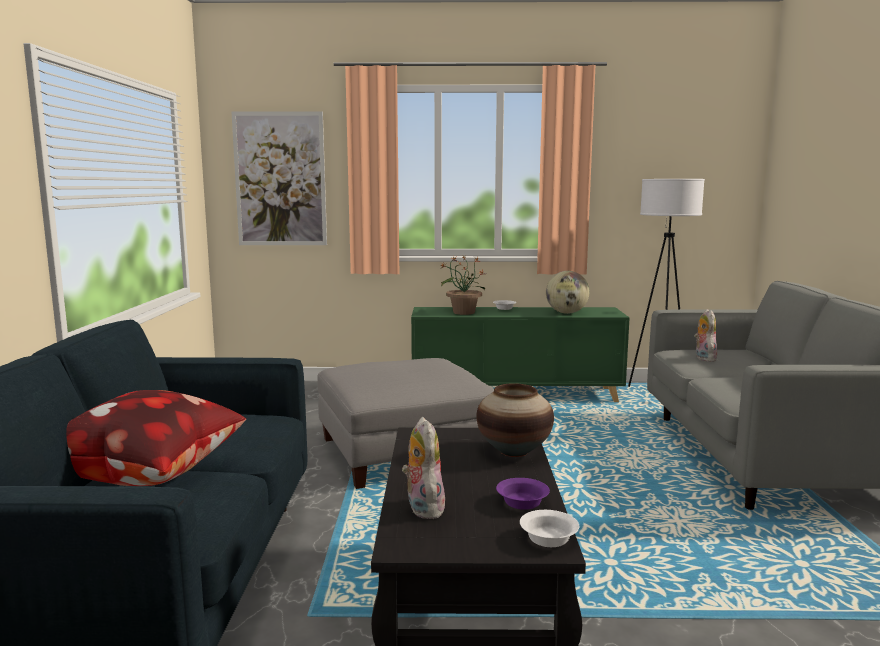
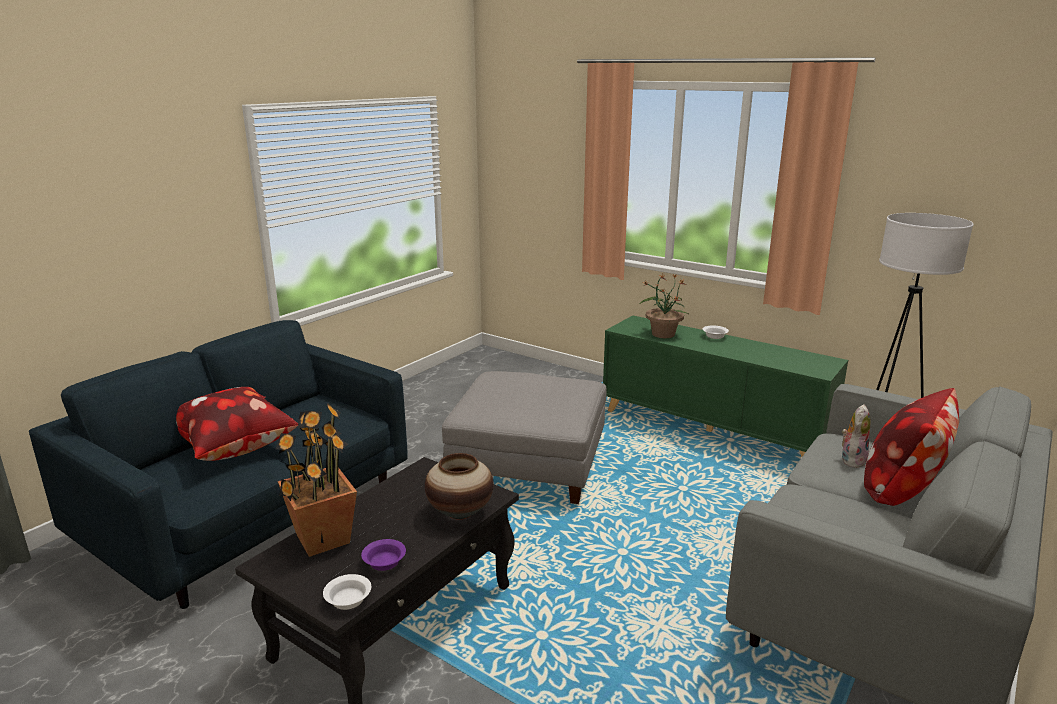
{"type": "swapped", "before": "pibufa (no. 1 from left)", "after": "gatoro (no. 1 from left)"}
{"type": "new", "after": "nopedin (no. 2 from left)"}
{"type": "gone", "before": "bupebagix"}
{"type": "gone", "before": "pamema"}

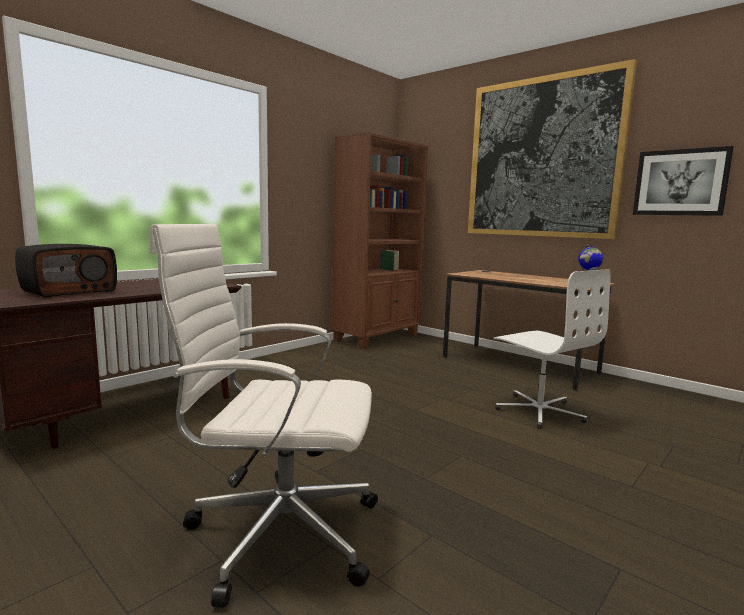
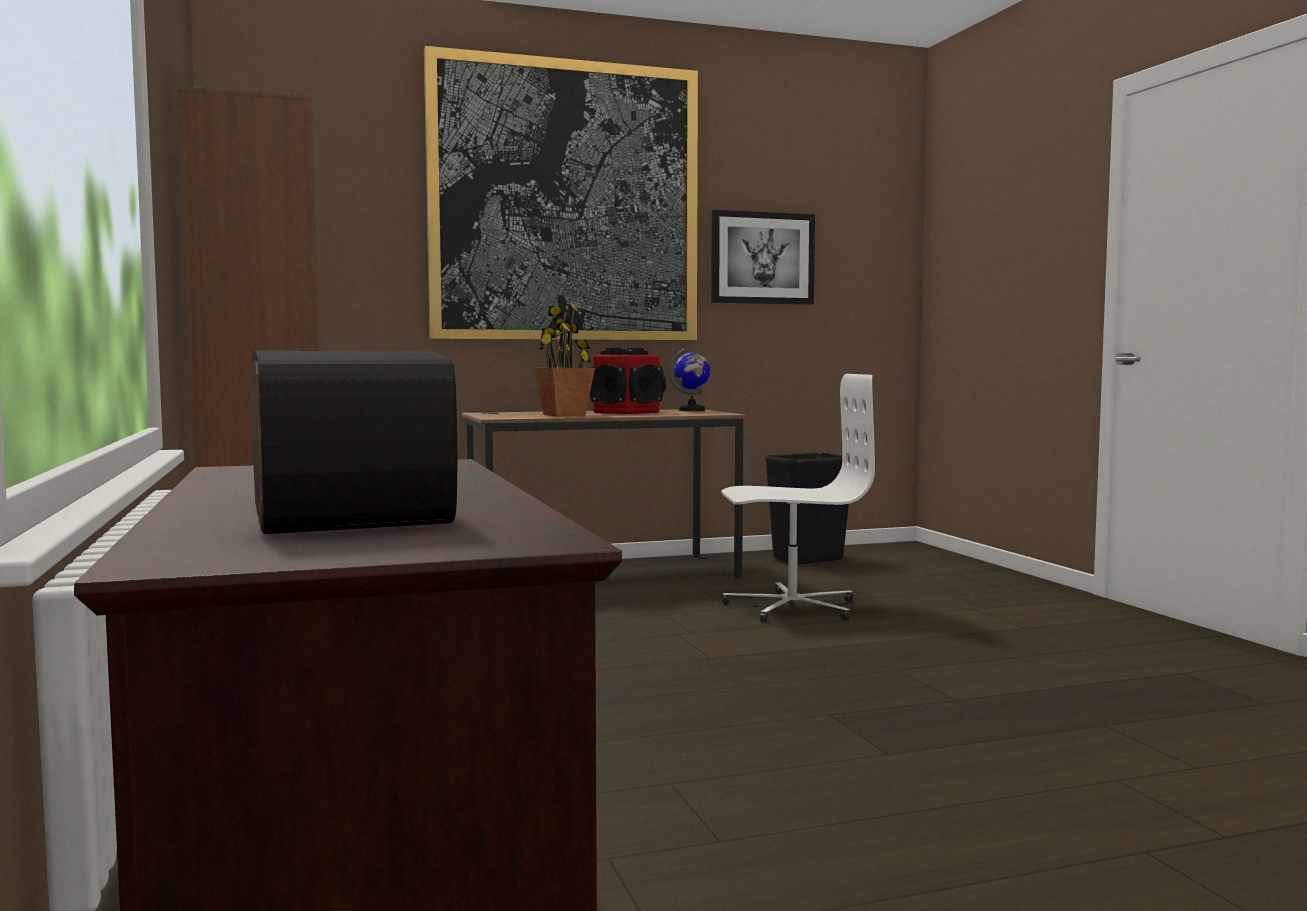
{"type": "new", "after": "gatoro"}
{"type": "new", "after": "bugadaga"}
{"type": "new", "after": "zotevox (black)"}
{"type": "gone", "before": "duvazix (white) (no. 1 from left)"}

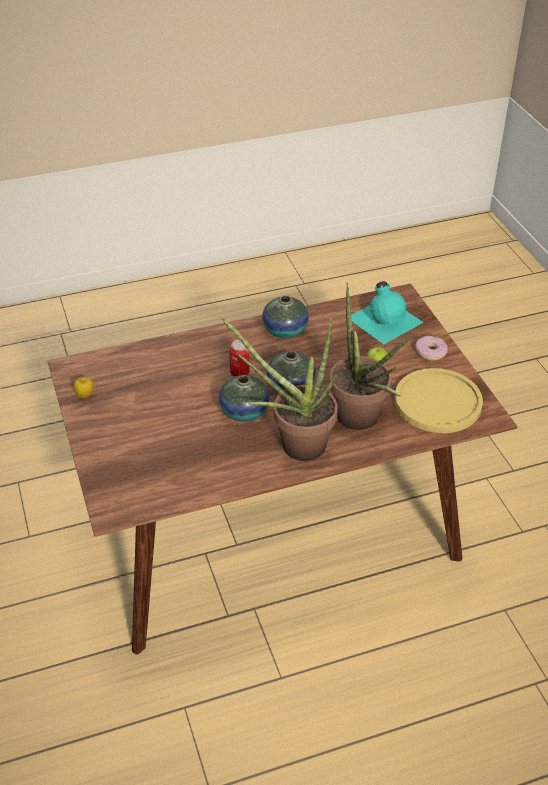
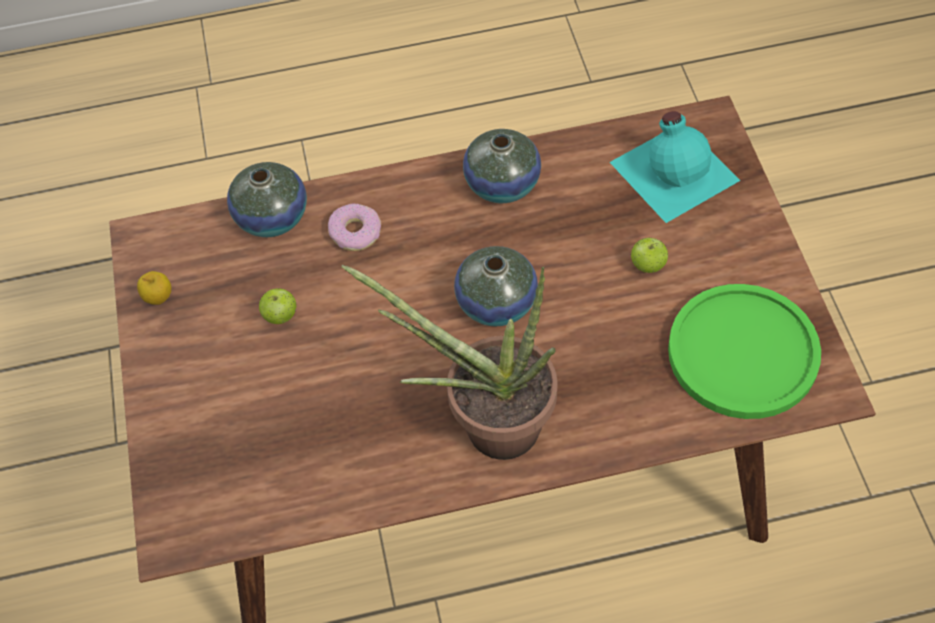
{"type": "shifted", "before": "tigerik (no. 1 from left)"}
{"type": "new", "after": "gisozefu (no. 2 from left)"}
{"type": "shifted", "before": "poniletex"}
{"type": "repainted", "before": "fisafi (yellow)", "after": "fisafi (green)"}
{"type": "gone", "before": "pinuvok"}
{"type": "gone", "before": "gatoro (no. 2 from left)"}

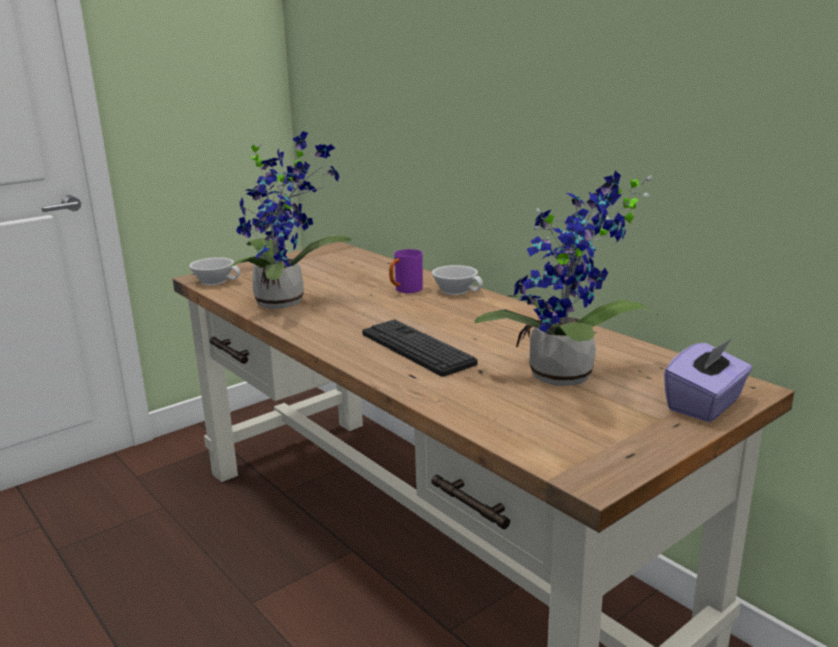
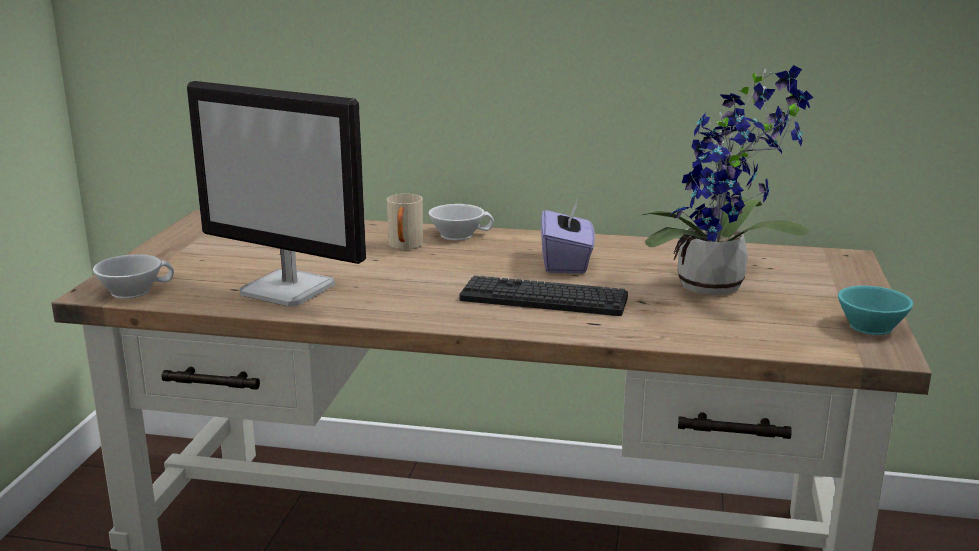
{"type": "swapped", "before": "gatoro (no. 1 from left)", "after": "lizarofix"}
{"type": "repainted", "before": "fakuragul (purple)", "after": "fakuragul (beige)"}
{"type": "shifted", "before": "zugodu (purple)"}
{"type": "new", "after": "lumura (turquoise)"}

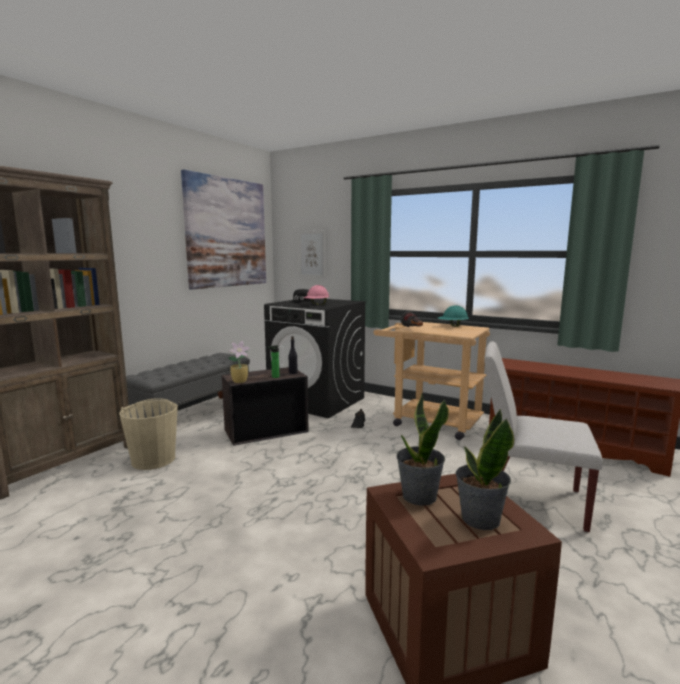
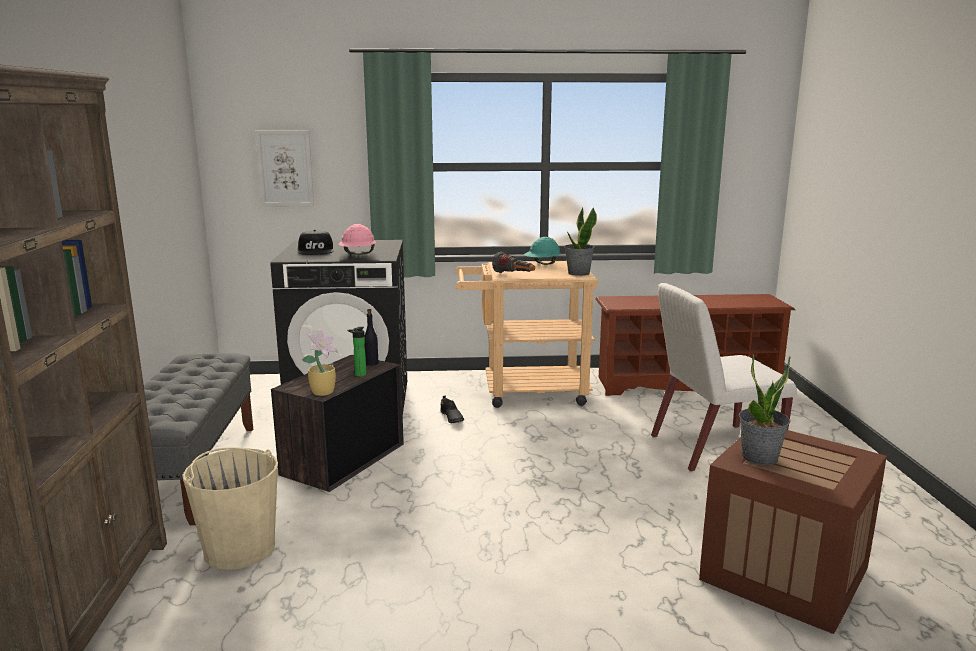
{"type": "shifted", "before": "gatoro (no. 3 from left in the first image)", "after": "gatoro (no. 2 from left)"}
{"type": "gone", "before": "bupebagix (no. 1 from left)"}

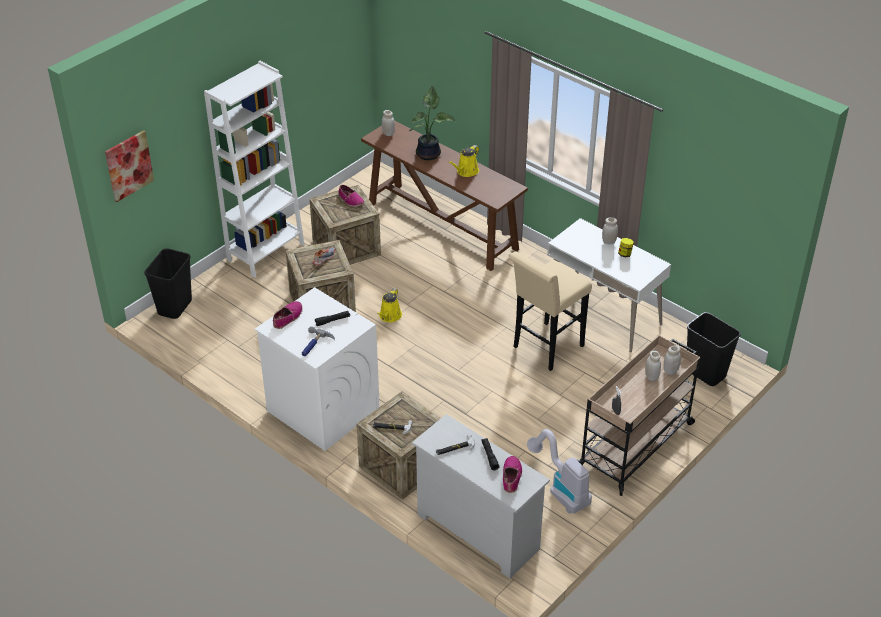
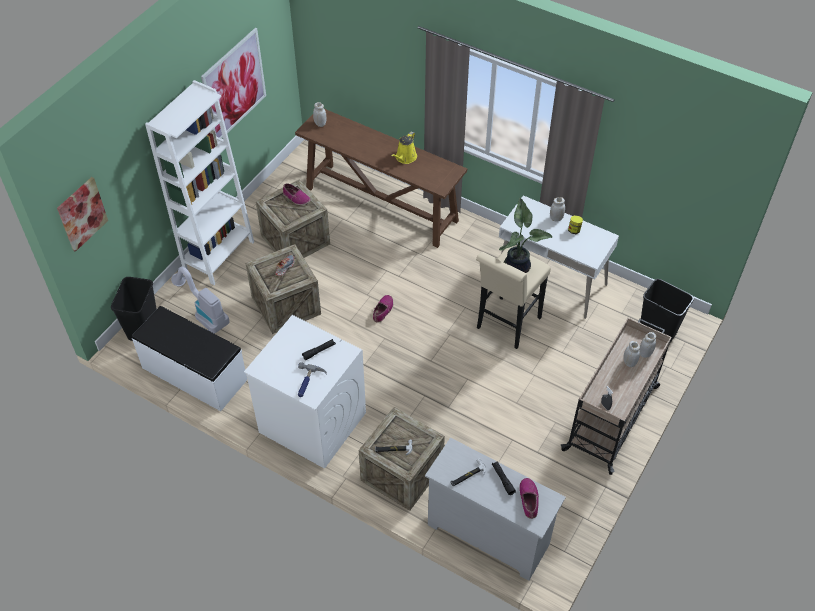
{"type": "new", "after": "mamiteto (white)"}
{"type": "shifted", "before": "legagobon"}
{"type": "new", "after": "bupebagix (no. 2 from left)"}
{"type": "shifted", "before": "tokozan (no. 1 from left in the first image)", "after": "tokozan (no. 3 from left)"}
{"type": "shifted", "before": "gatoro"}
{"type": "gone", "before": "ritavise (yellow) (no. 1 from left)"}

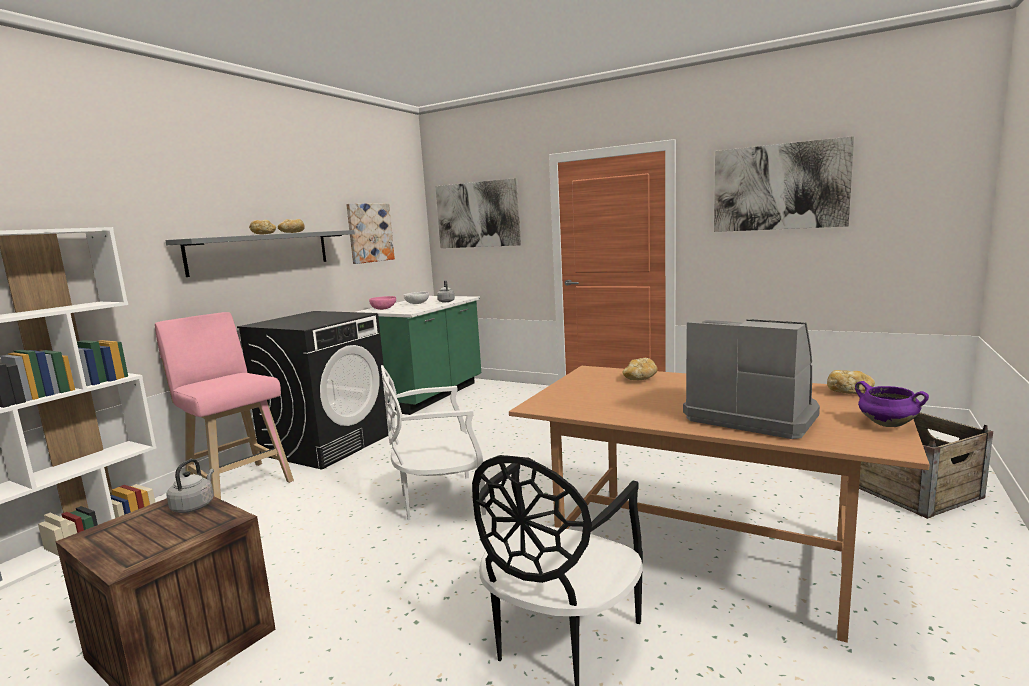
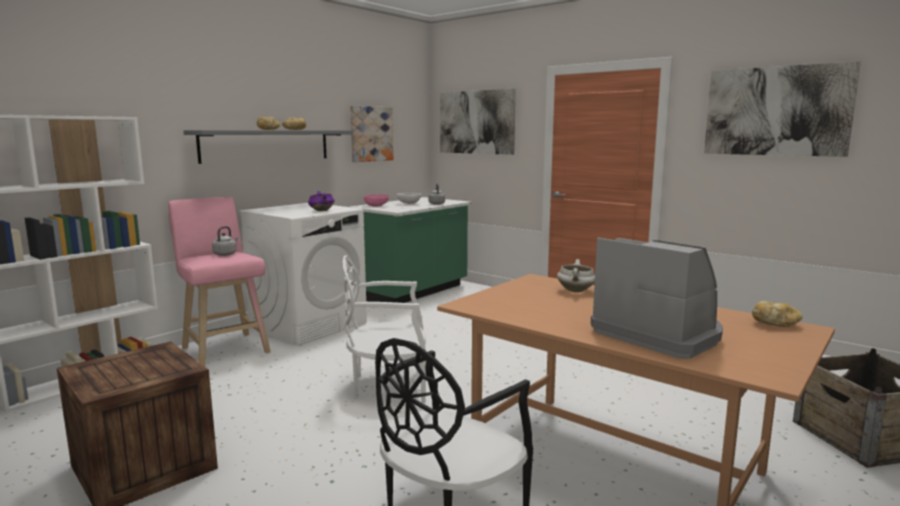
{"type": "shifted", "before": "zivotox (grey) (no. 1 from left)"}
{"type": "repainted", "before": "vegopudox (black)", "after": "vegopudox (white)"}
{"type": "shifted", "before": "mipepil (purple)"}
{"type": "swapped", "before": "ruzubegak (no. 3 from left)", "after": "mipepil (white)"}

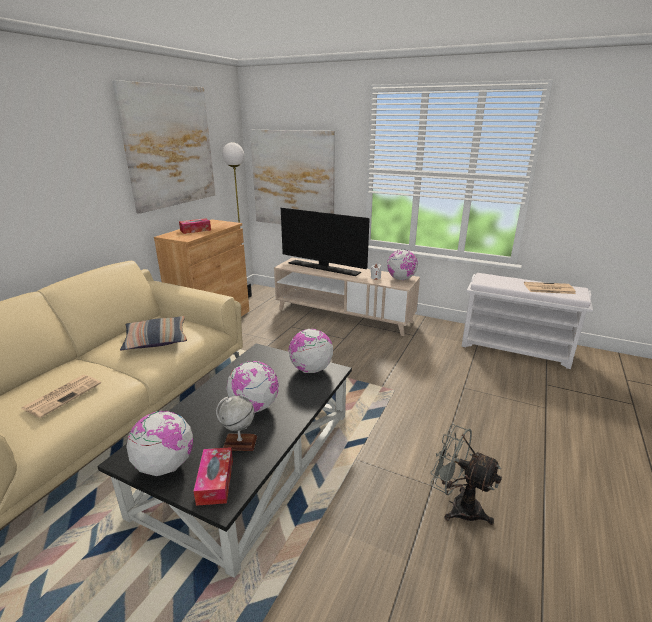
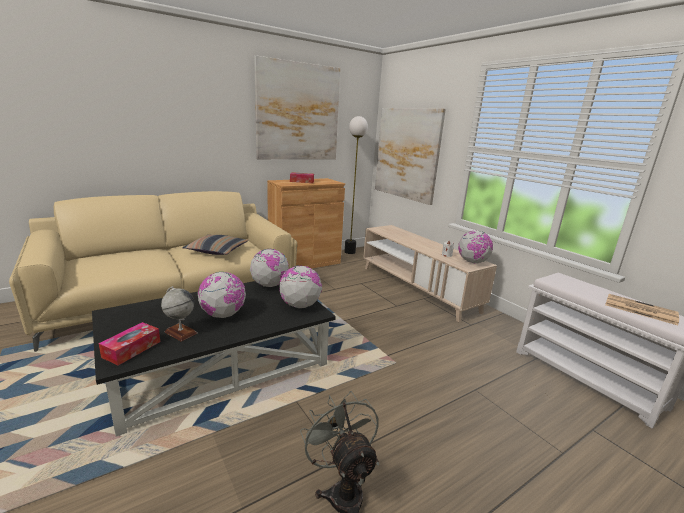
{"type": "shifted", "before": "pamema (no. 1 from left in the first image)", "after": "pamema (no. 3 from left)"}
{"type": "gone", "before": "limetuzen (no. 1 from left)"}
{"type": "gone", "before": "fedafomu"}

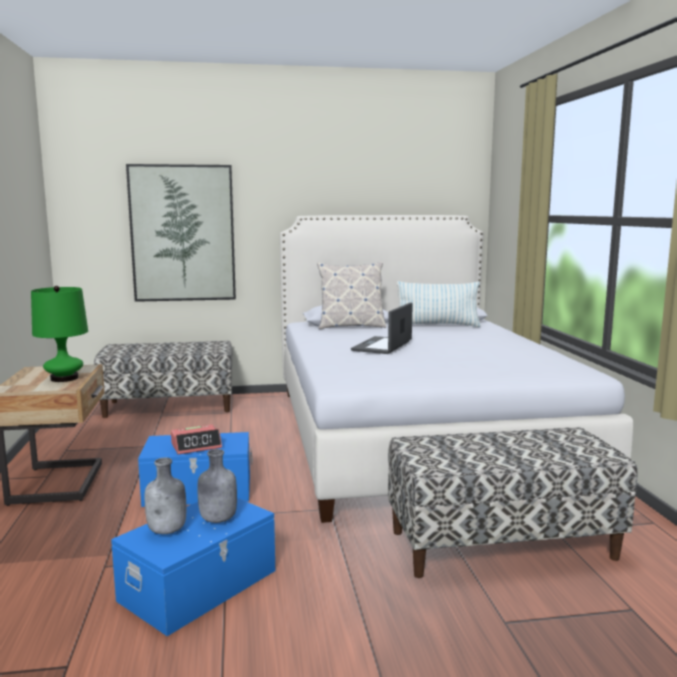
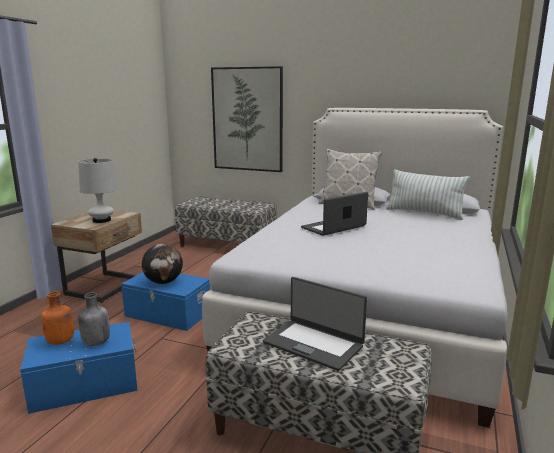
{"type": "repainted", "before": "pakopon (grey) (no. 1 from left)", "after": "pakopon (orange)"}
{"type": "repainted", "before": "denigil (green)", "after": "denigil (white)"}
{"type": "swapped", "before": "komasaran", "after": "pamema"}
{"type": "new", "after": "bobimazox (no. 1 from left)"}

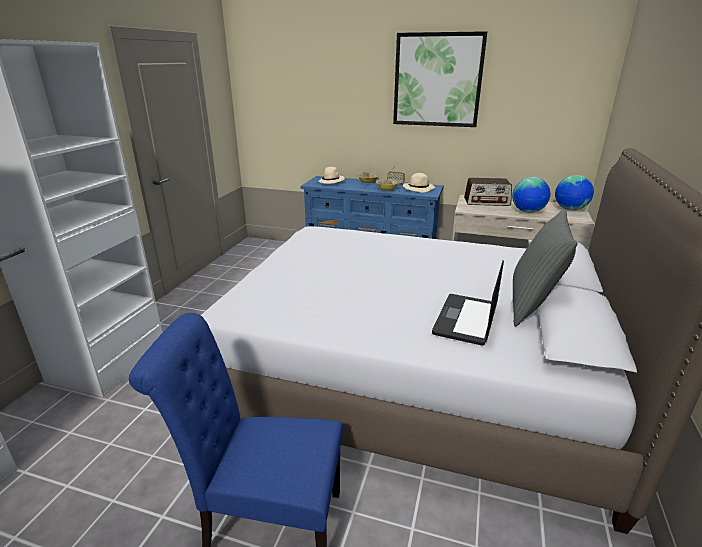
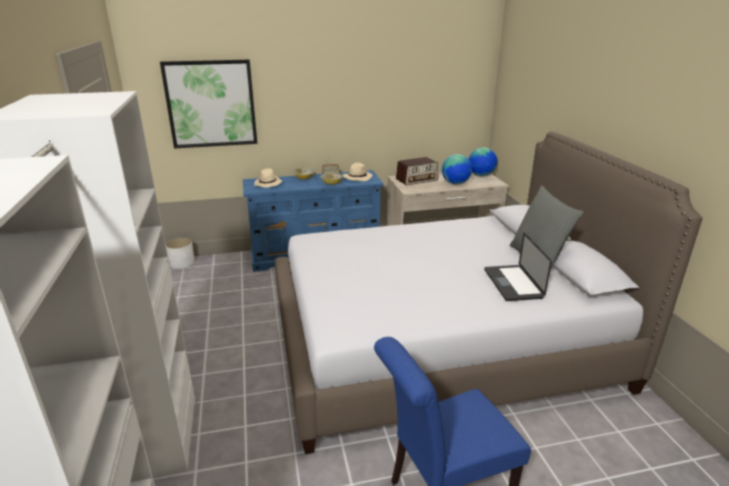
{"type": "shifted", "before": "bupebagix"}
{"type": "new", "after": "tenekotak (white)"}

